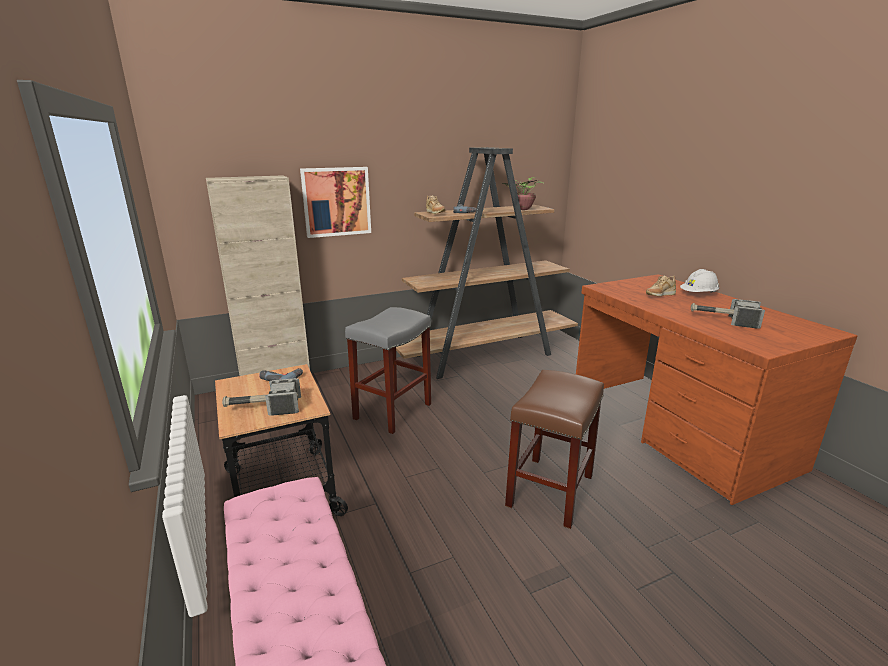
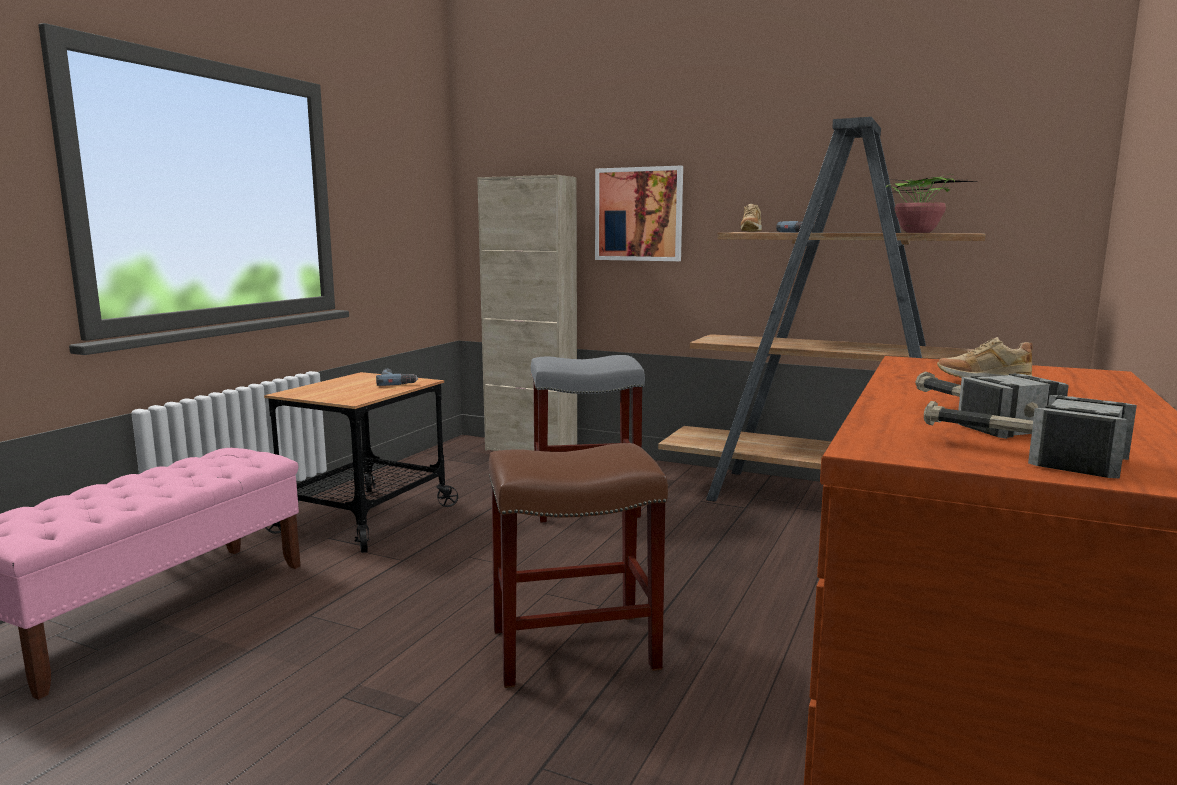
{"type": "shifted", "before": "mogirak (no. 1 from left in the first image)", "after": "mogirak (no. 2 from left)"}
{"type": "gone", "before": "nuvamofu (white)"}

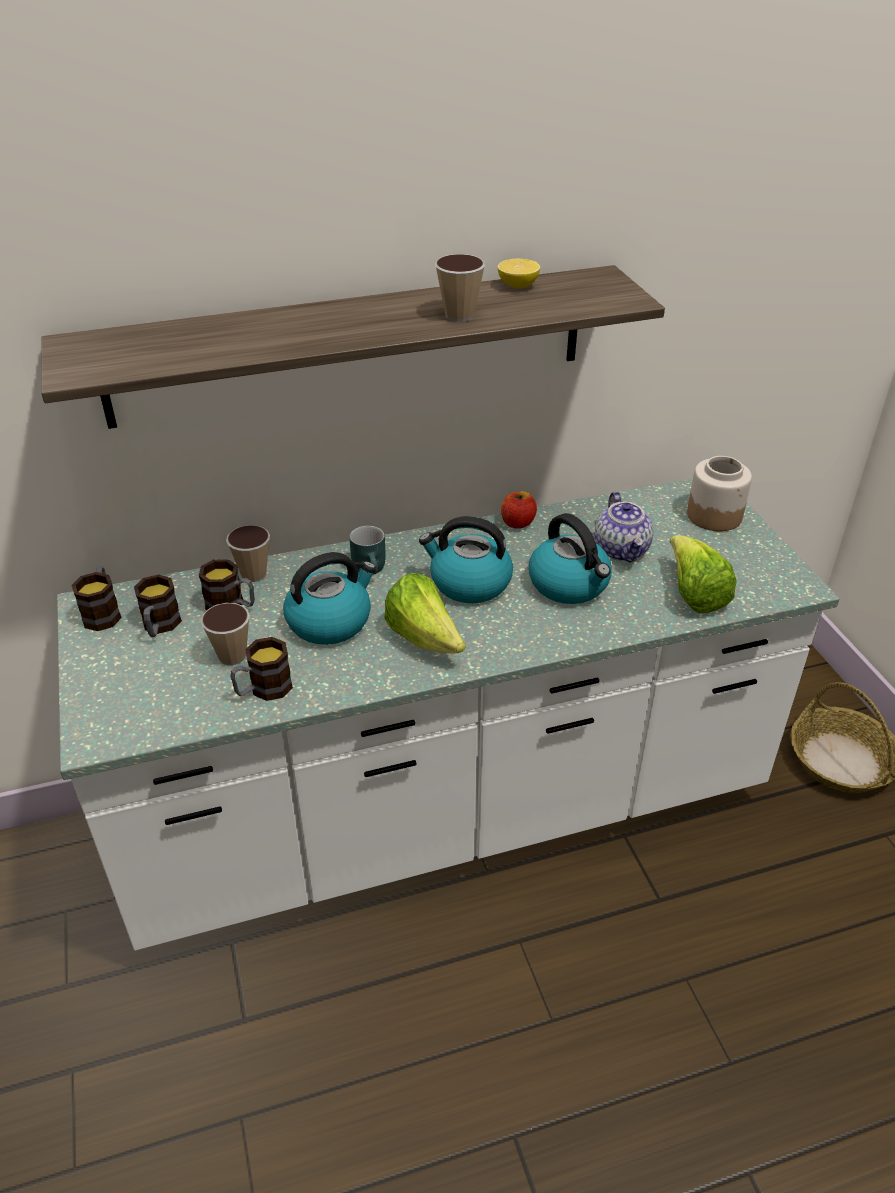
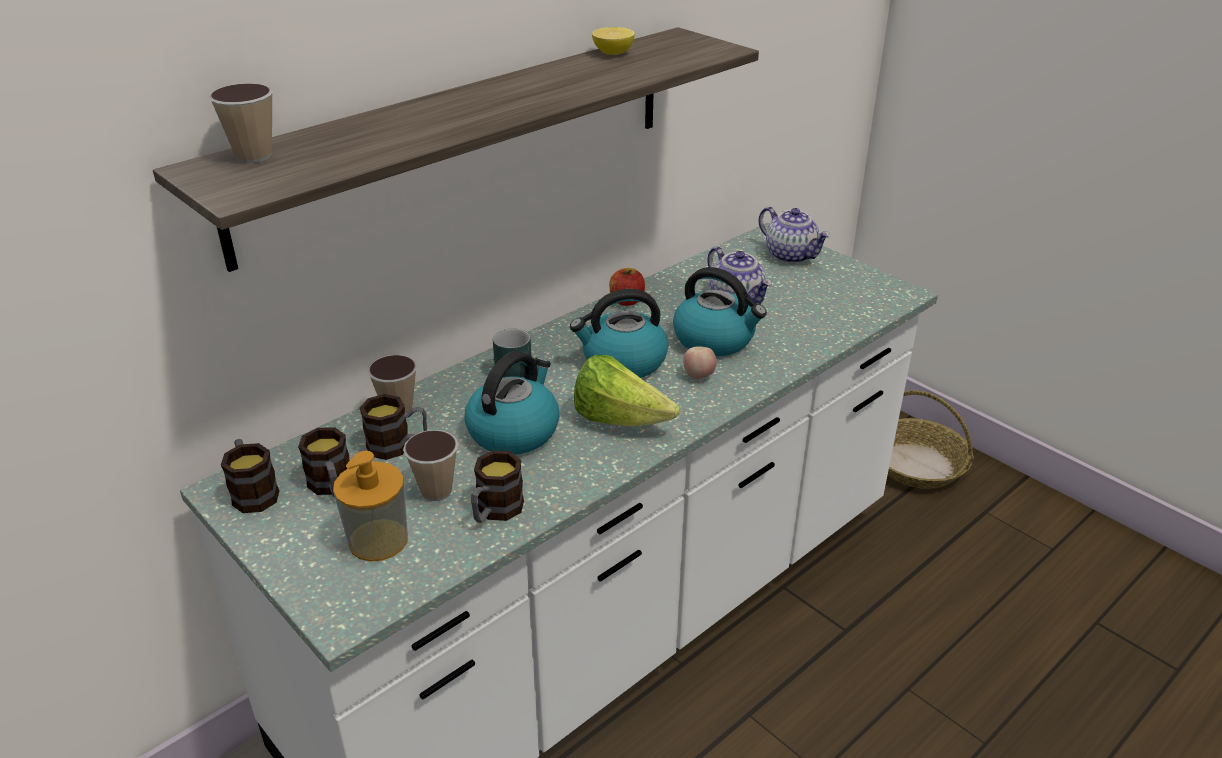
{"type": "shifted", "before": "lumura (no. 3 from left in the first image)", "after": "lumura (no. 1 from left)"}
{"type": "new", "after": "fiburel"}
{"type": "new", "after": "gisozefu (no. 2 from left)"}
{"type": "swapped", "before": "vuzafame", "after": "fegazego (no. 2 from left)"}
{"type": "gone", "before": "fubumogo (no. 2 from left)"}

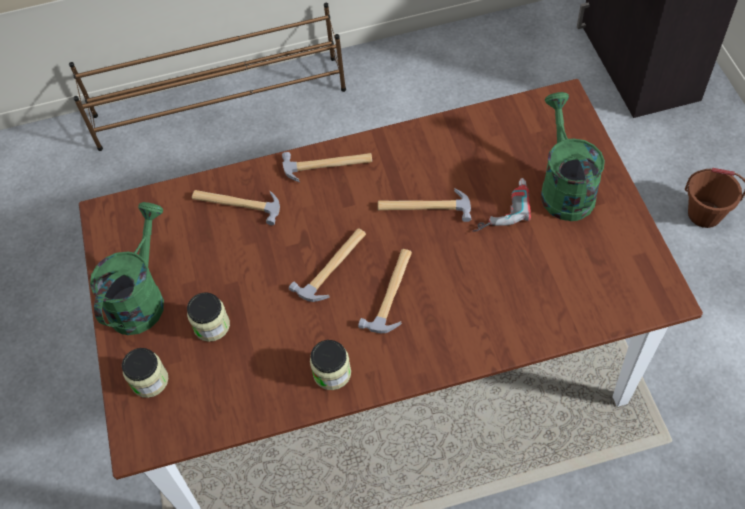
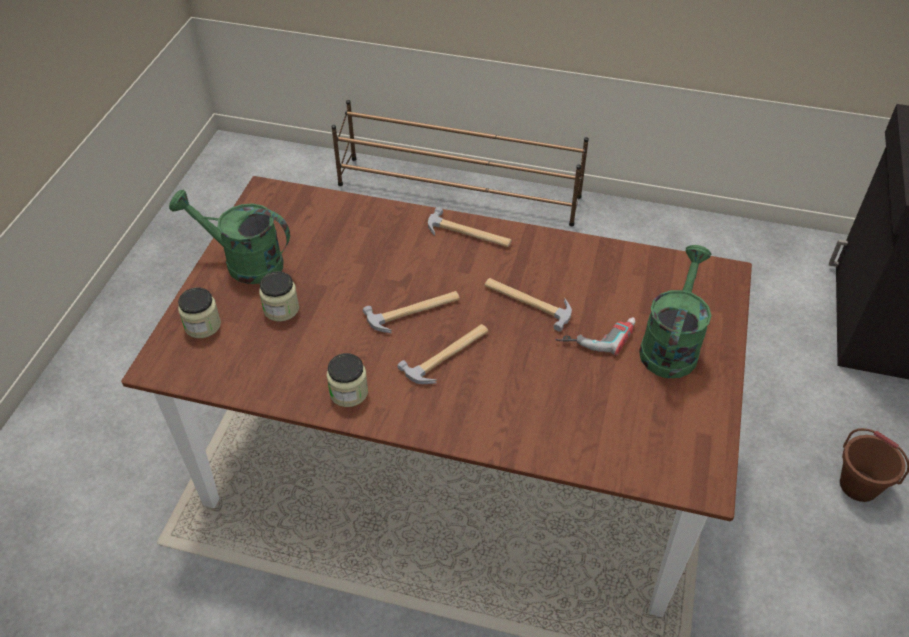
{"type": "rotated", "before": "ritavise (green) (no. 1 from left)", "turn": -120}
{"type": "gone", "before": "mogirak (no. 1 from left)"}

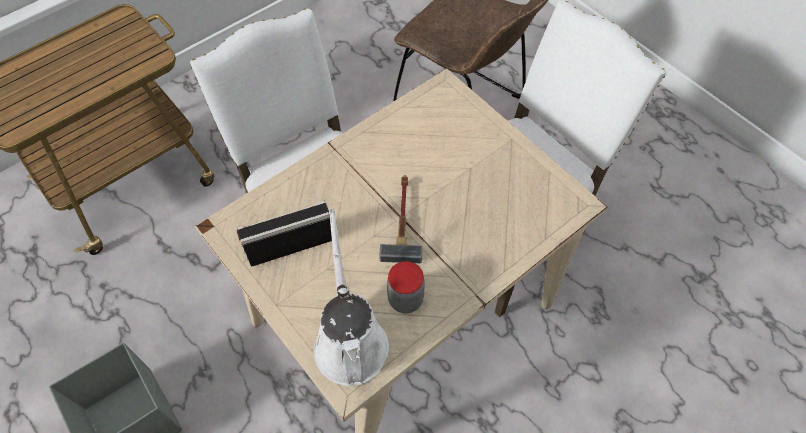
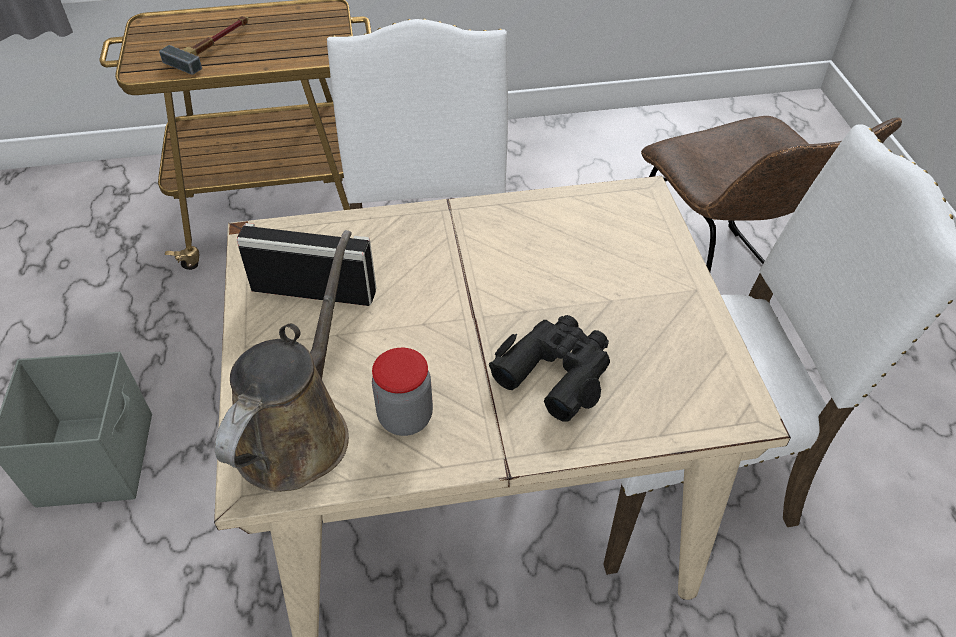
{"type": "shifted", "before": "mogirak"}
{"type": "repainted", "before": "ritavise (white)", "after": "ritavise (brown)"}
{"type": "new", "after": "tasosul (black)"}

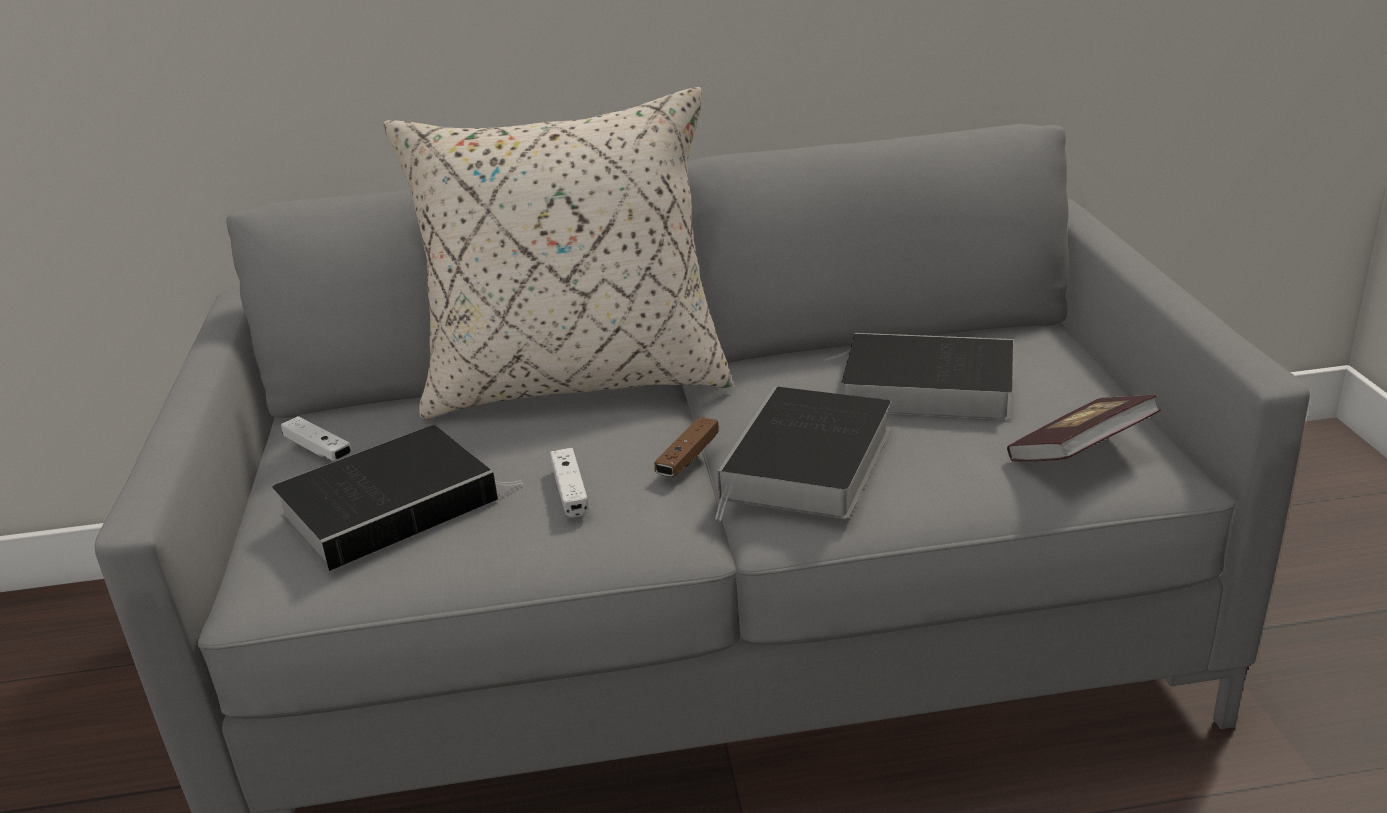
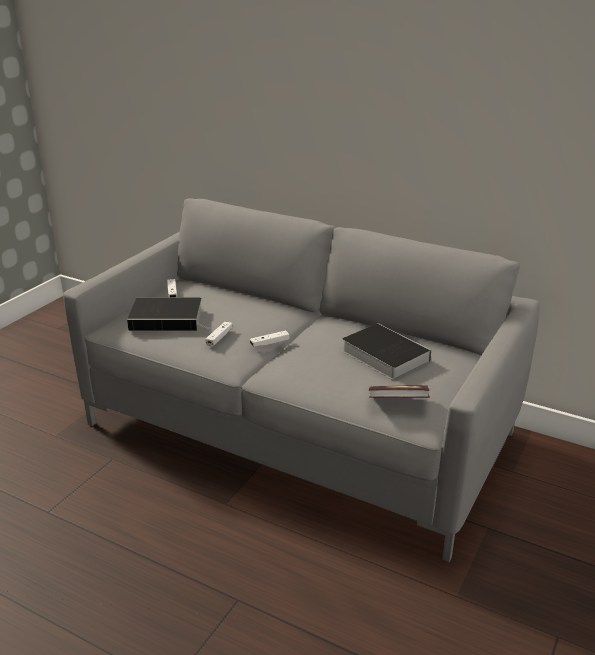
{"type": "repainted", "before": "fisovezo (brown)", "after": "fisovezo (white) (no. 3 from left)"}
{"type": "gone", "before": "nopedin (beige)"}
{"type": "gone", "before": "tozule (no. 2 from left)"}

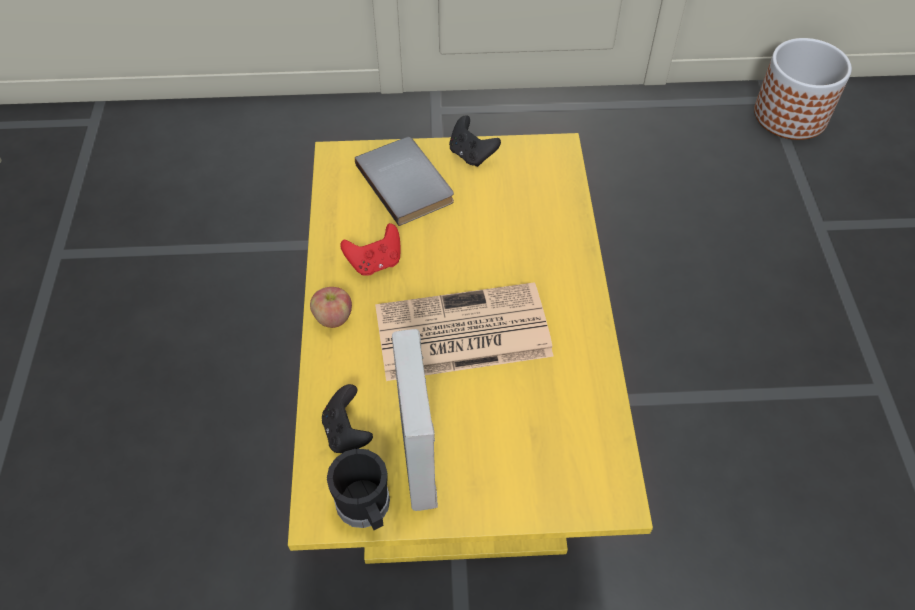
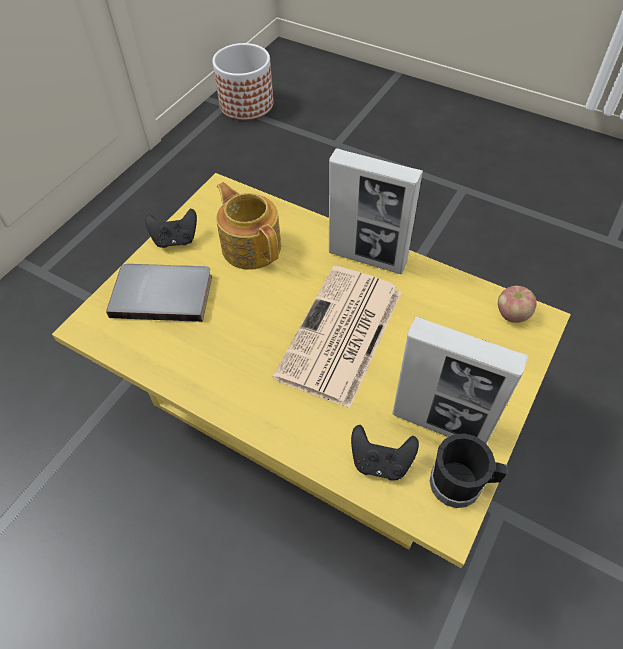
{"type": "new", "after": "fegazego"}
{"type": "new", "after": "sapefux (no. 1 from left)"}
{"type": "shifted", "before": "gisozefu"}
{"type": "gone", "before": "fisovezo (red)"}

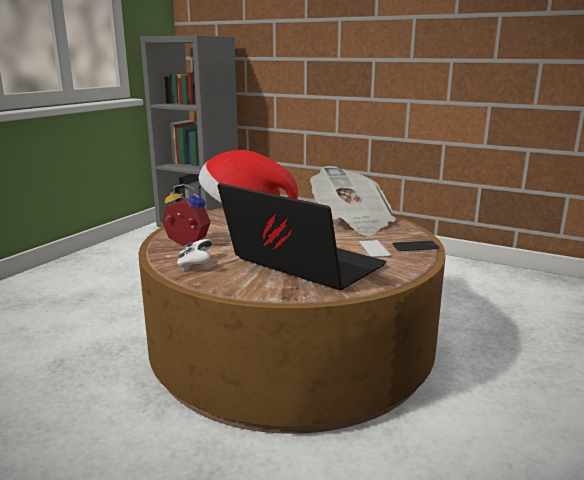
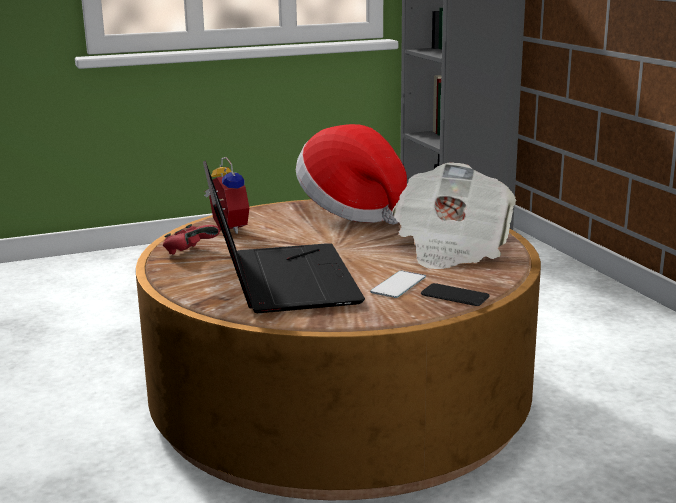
{"type": "repainted", "before": "fisovezo (white)", "after": "fisovezo (red)"}

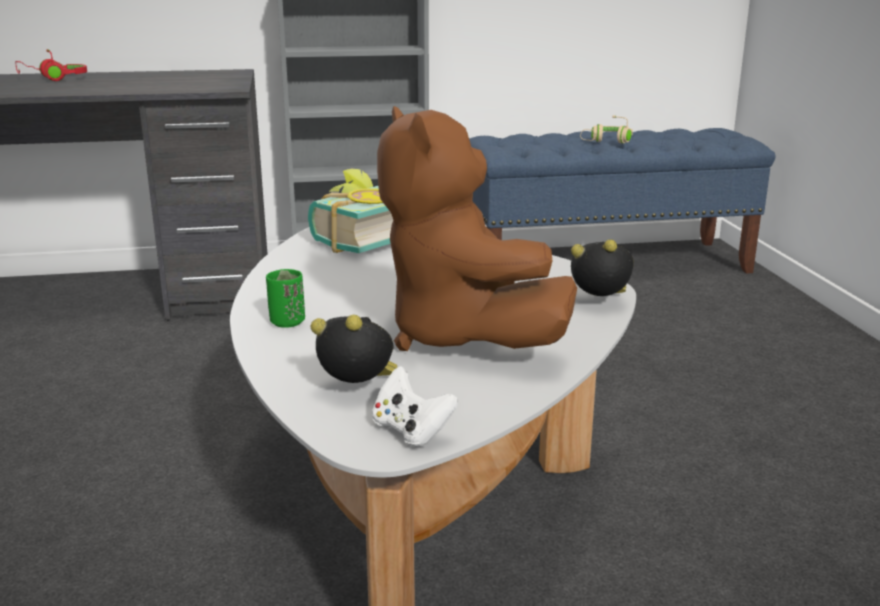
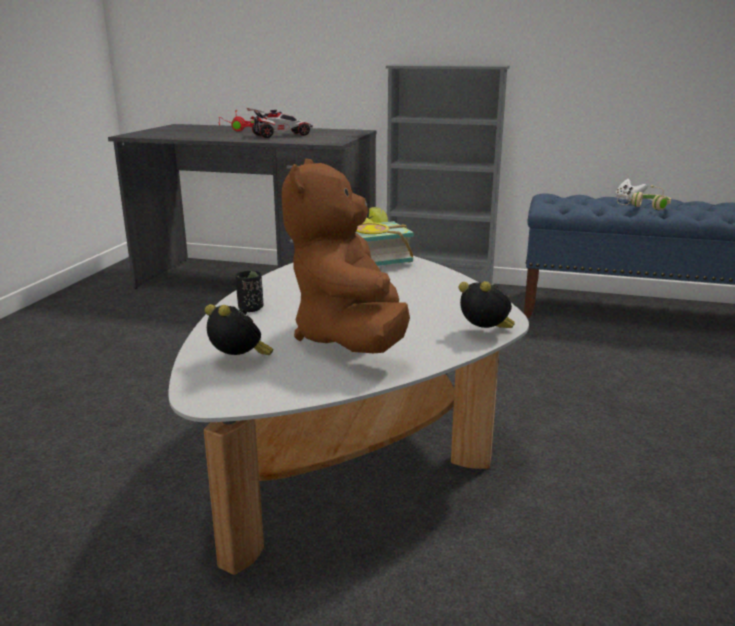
{"type": "repainted", "before": "lumura (green)", "after": "lumura (black)"}
{"type": "new", "after": "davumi"}
{"type": "shifted", "before": "fisovezo (white)"}

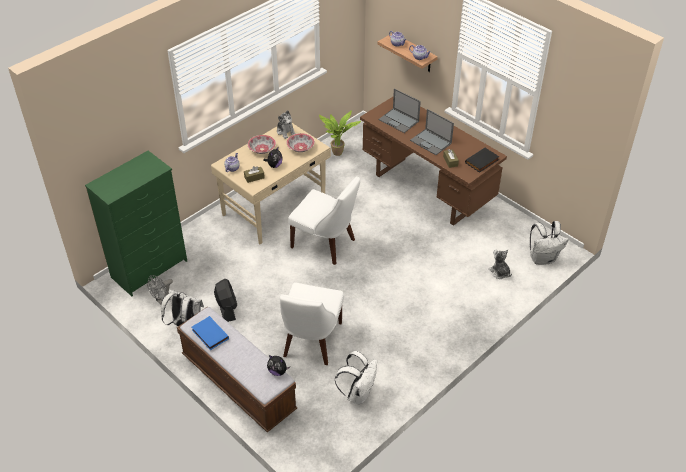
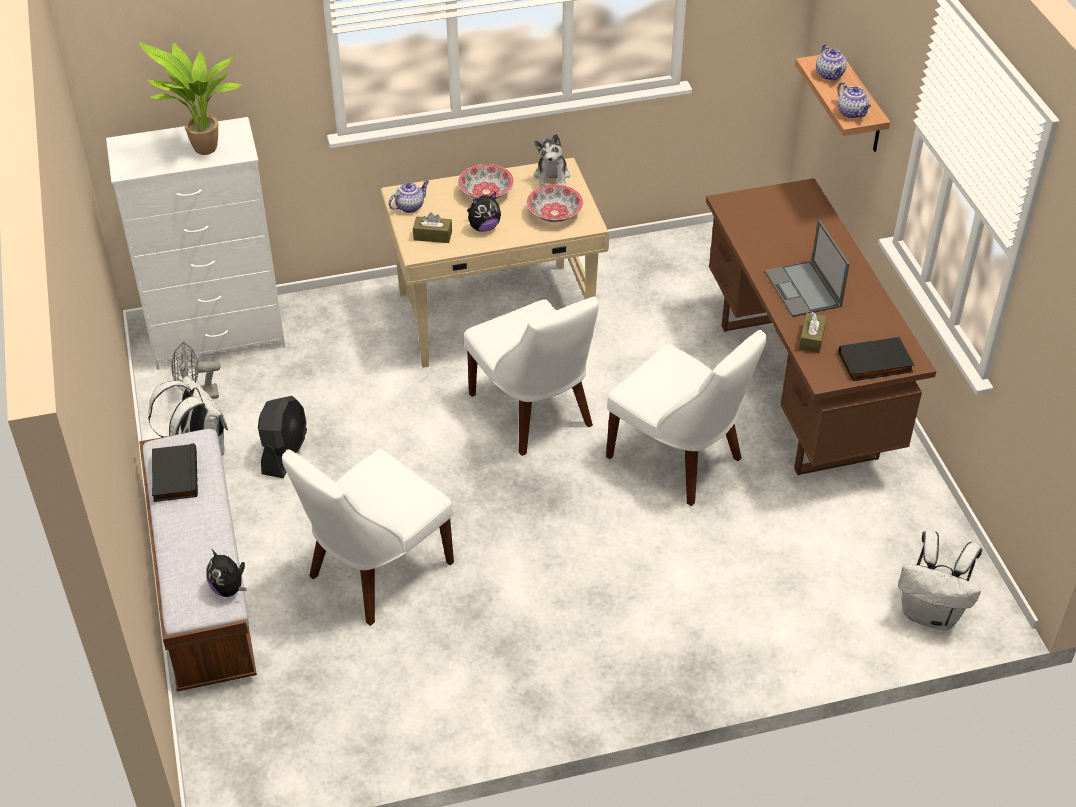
{"type": "repainted", "before": "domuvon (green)", "after": "domuvon (white)"}
{"type": "shifted", "before": "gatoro"}
{"type": "repainted", "before": "tozule (blue)", "after": "tozule (black) (no. 1 from left)"}
{"type": "new", "after": "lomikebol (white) (no. 3 from left)"}
{"type": "gone", "before": "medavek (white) (no. 2 from left)"}
{"type": "gone", "before": "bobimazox (no. 1 from left)"}
{"type": "gone", "before": "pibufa (no. 4 from left)"}

